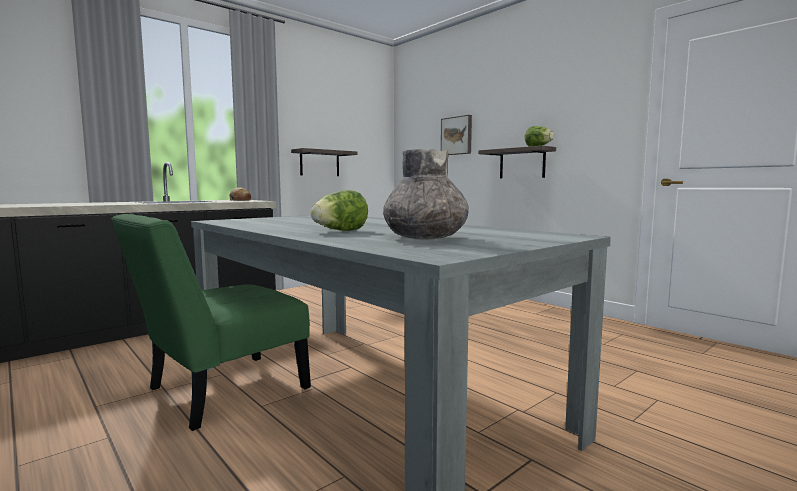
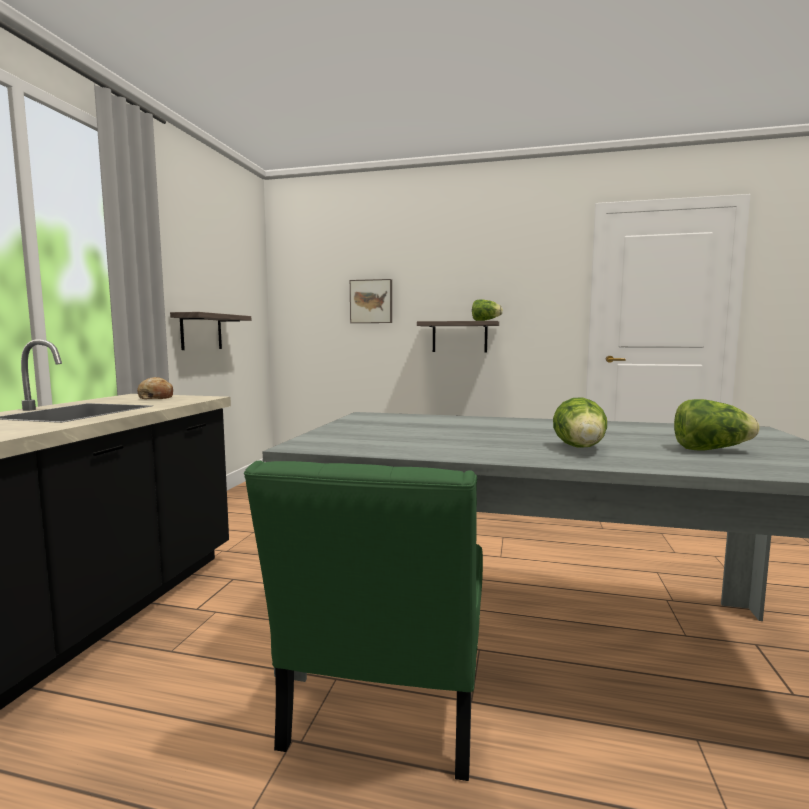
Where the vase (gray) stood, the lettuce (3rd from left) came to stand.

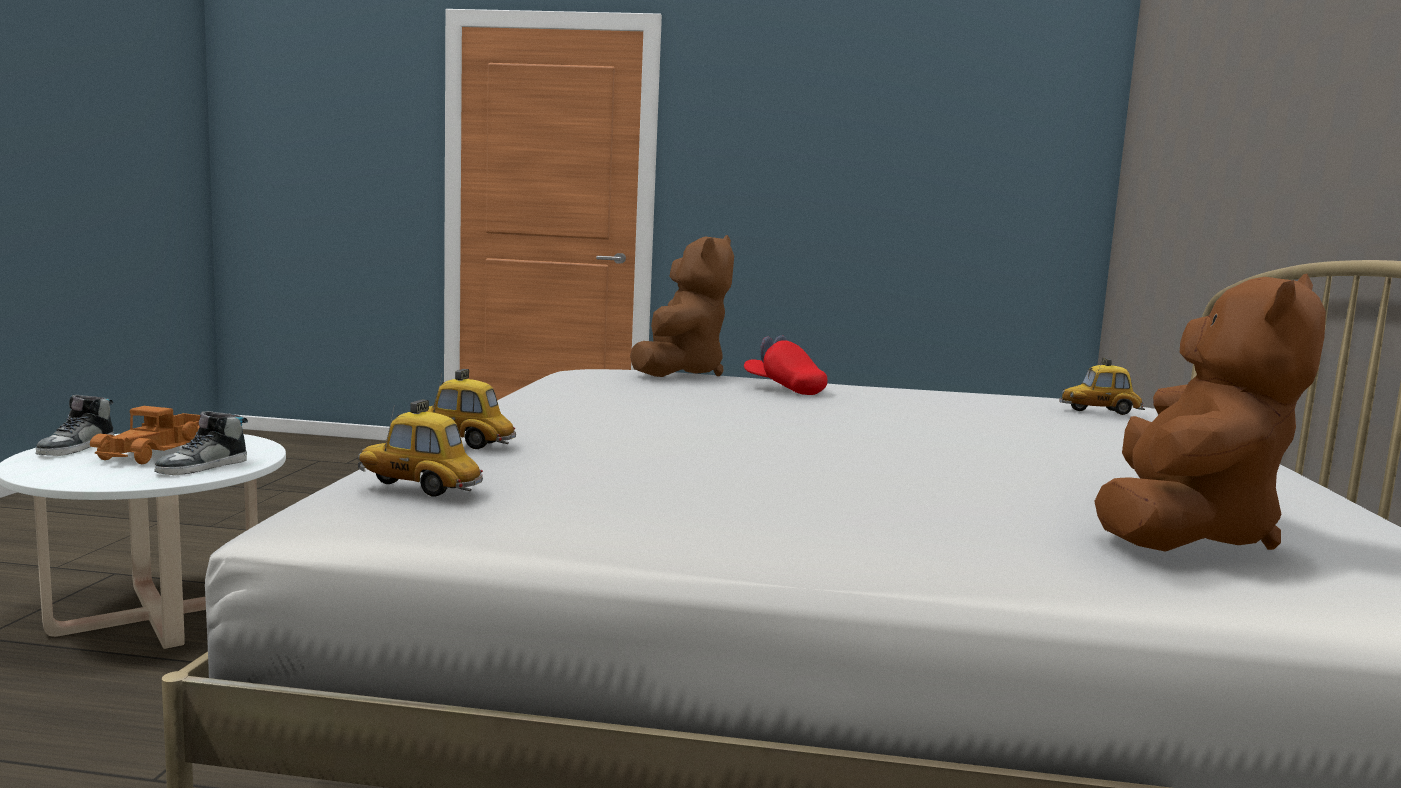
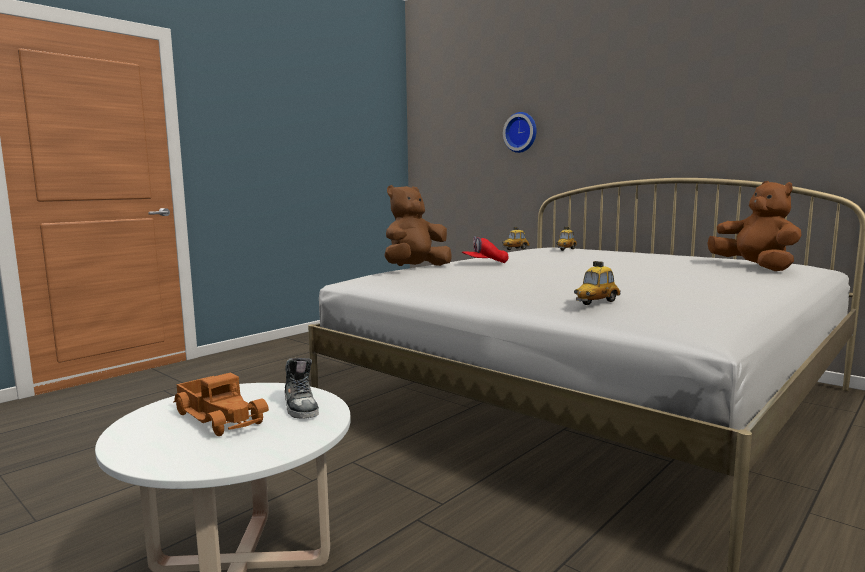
The second view lost the shoe (1st from left). The miniature car (1st from left) ended up elsewhere. The cuddly toy (brown) (1st from left) ended up facing another way, 90 degrees counterclockwise from before. The second view gained the hanging clock.

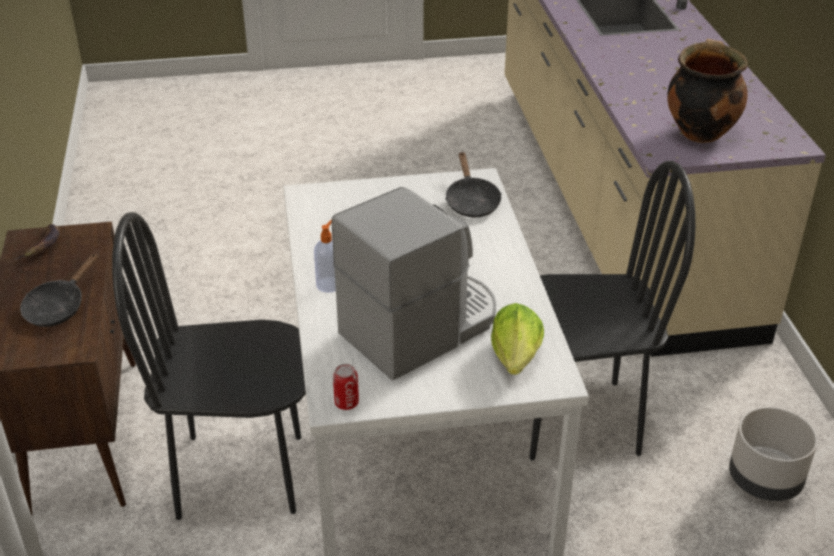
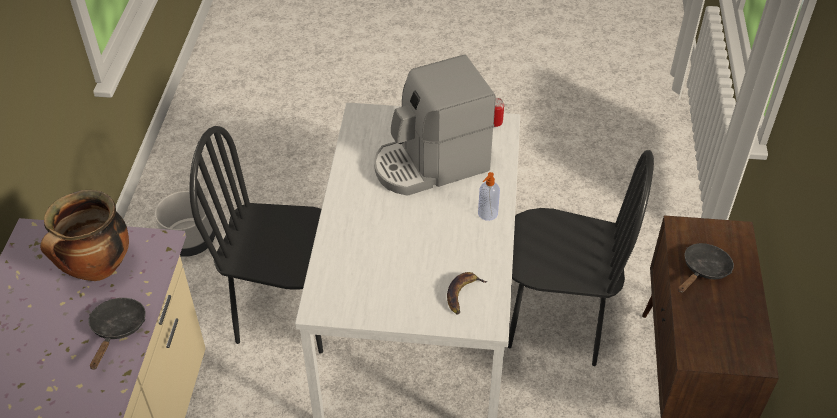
The whole banana ended up elsewhere. The frying pan (black-coloured) (2nd from left in the first image) ended up elsewhere. The second view lost the lettuce.

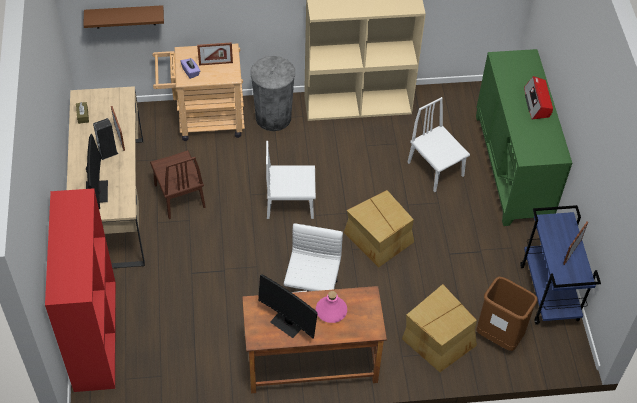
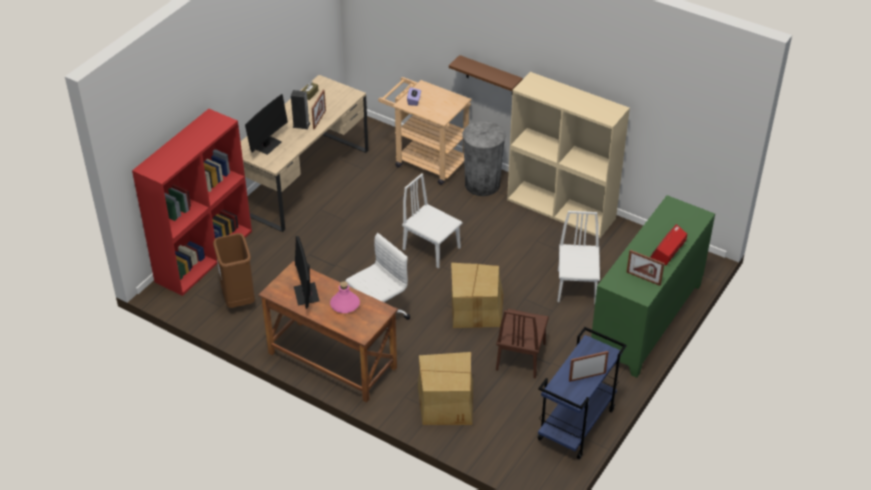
The bracket shelf (brown) ended up elsewhere. The upright chair (brown) ended up elsewhere. The photo frame (2nd from left in the first image) ended up elsewhere. The trash can (brown) ended up elsewhere.

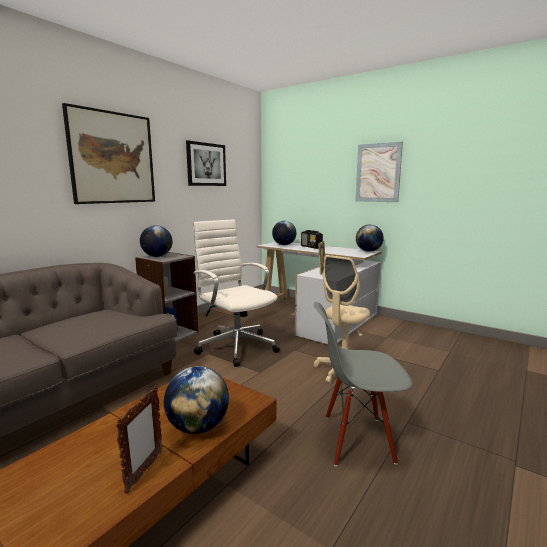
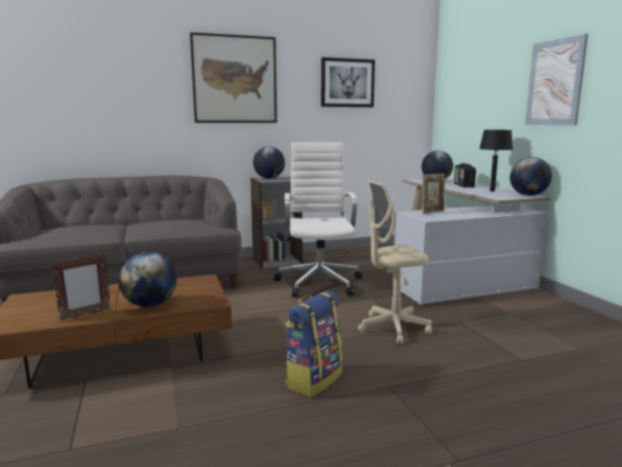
Where the upright chair (gray) stood, the backpack came to stand. The second view gained the lamp for a table (black-coloured).

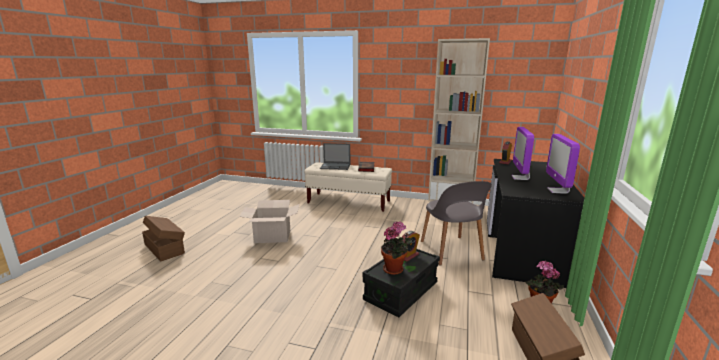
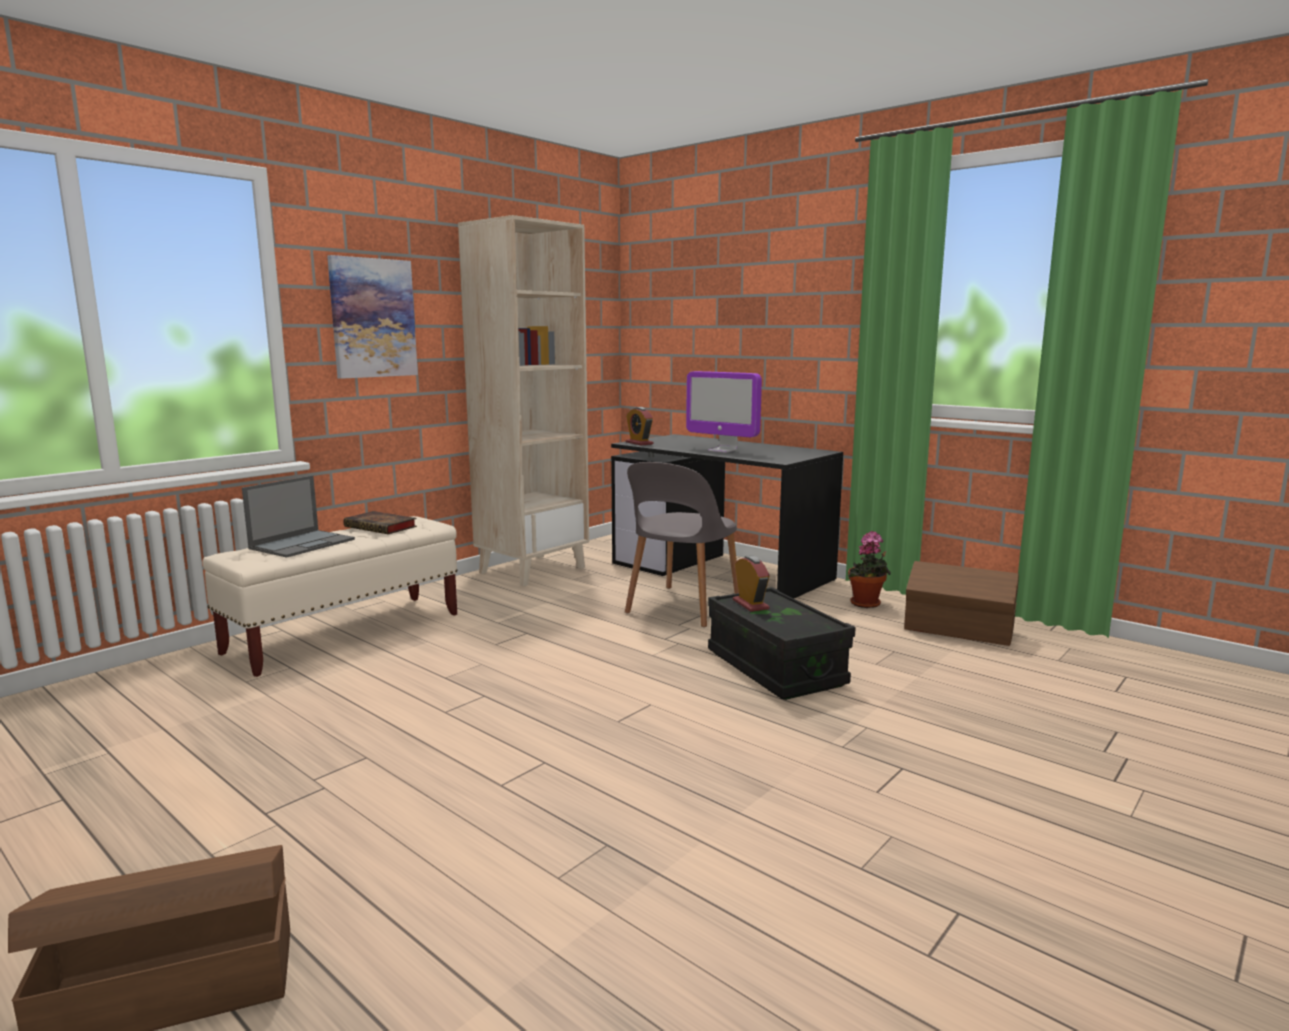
The second view lost the cardboard box. The second view lost the potted plant (1st from left). The upright chair (gray) ended up facing another way, 105 degrees clockwise from before. The second view lost the monitor (2nd from left). The second view gained the wall picture.

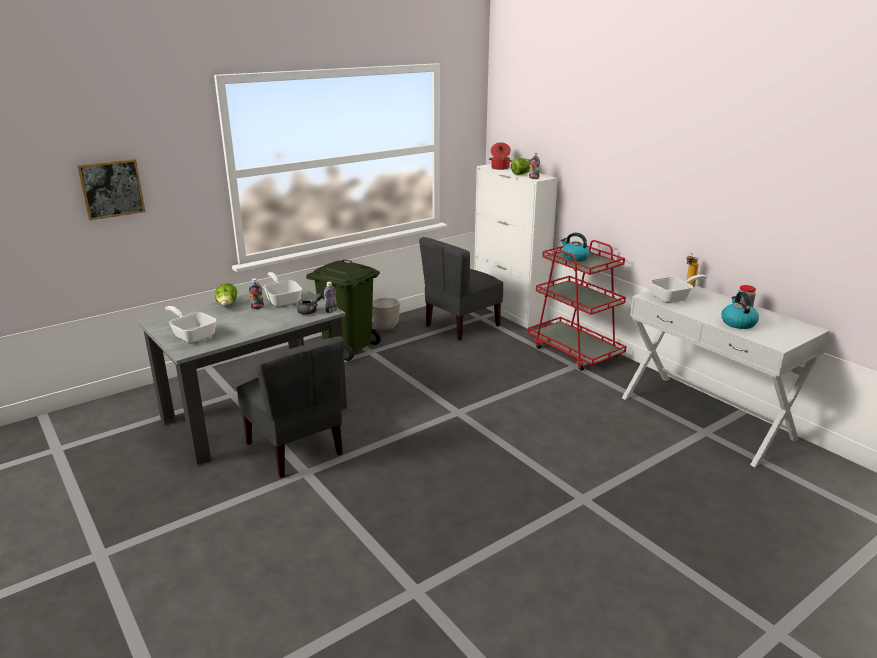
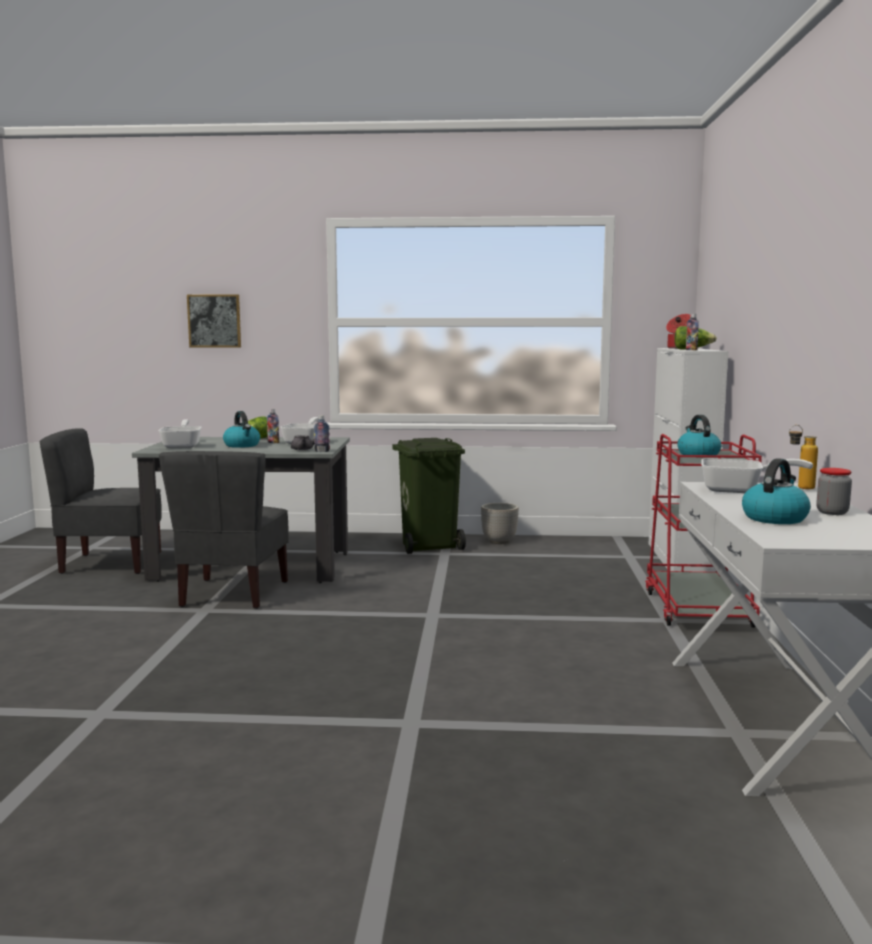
The upright chair (gray) (2nd from left in the first image) ended up elsewhere. The second view gained the tea kettle (1st from left).

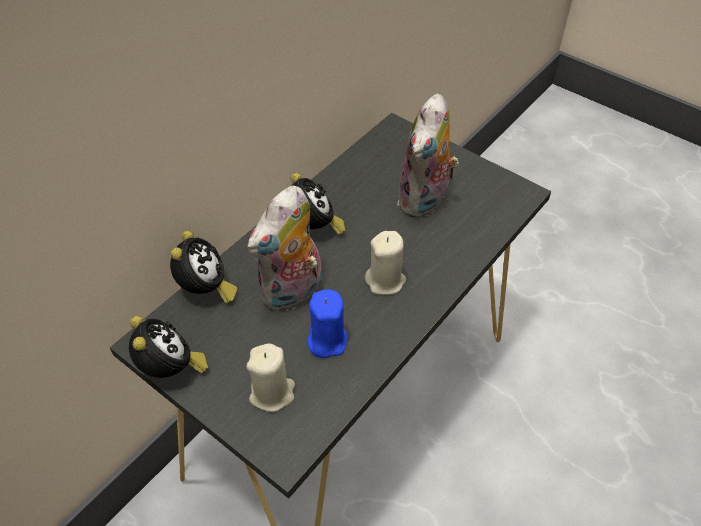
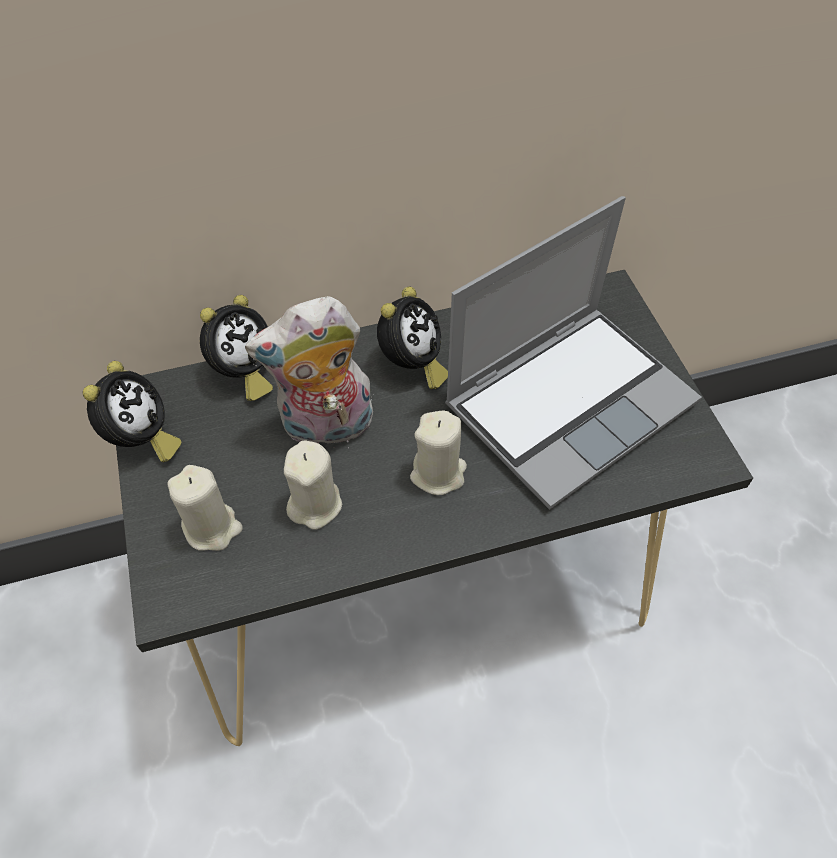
What was the wax candle (blue-coloured) turned into the wax candle (sand-coloured) (2nd from left). Where the cuddly toy (2nd from left) stood, the portable computer came to stand.

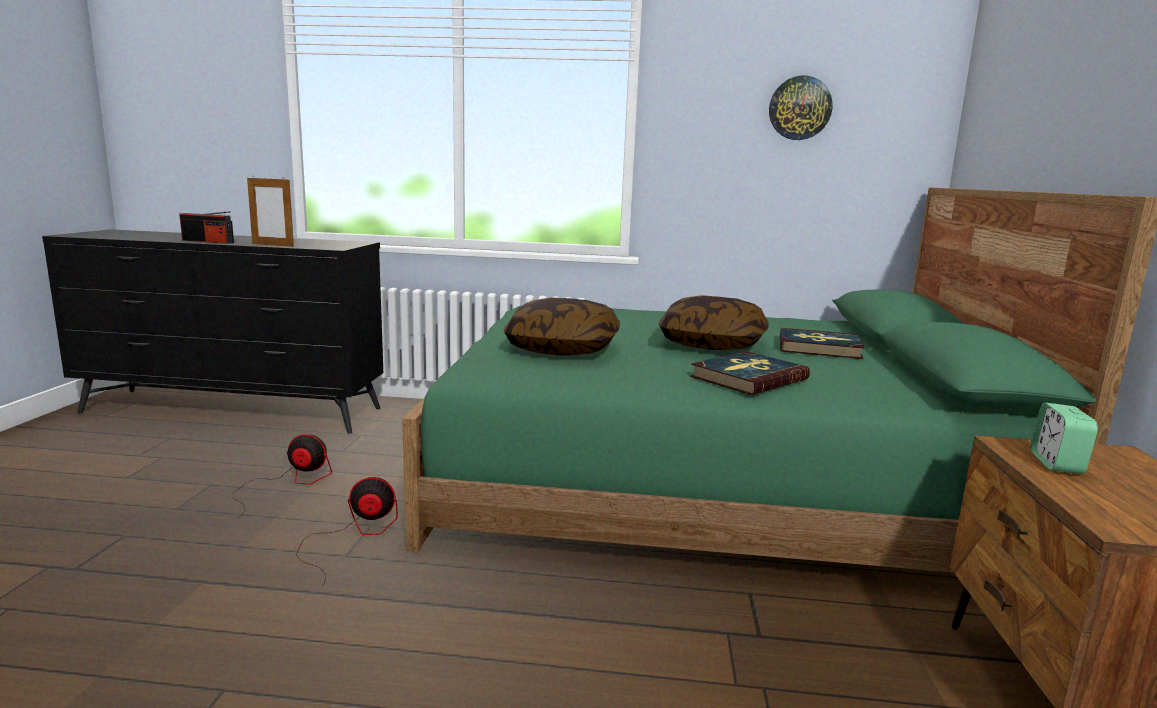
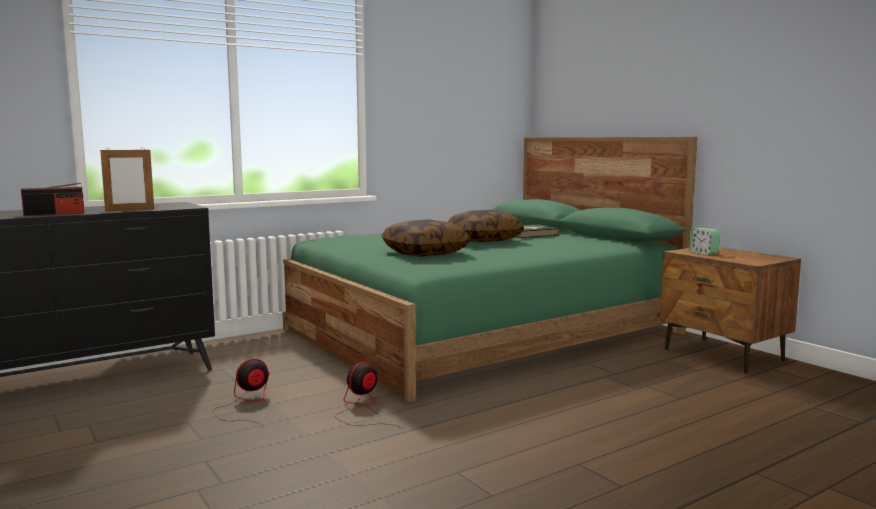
The second view lost the volume (1st from left). The second view lost the hanging clock.

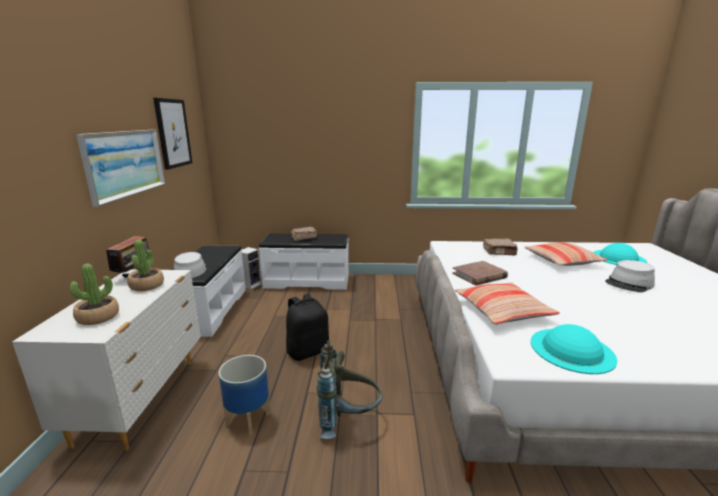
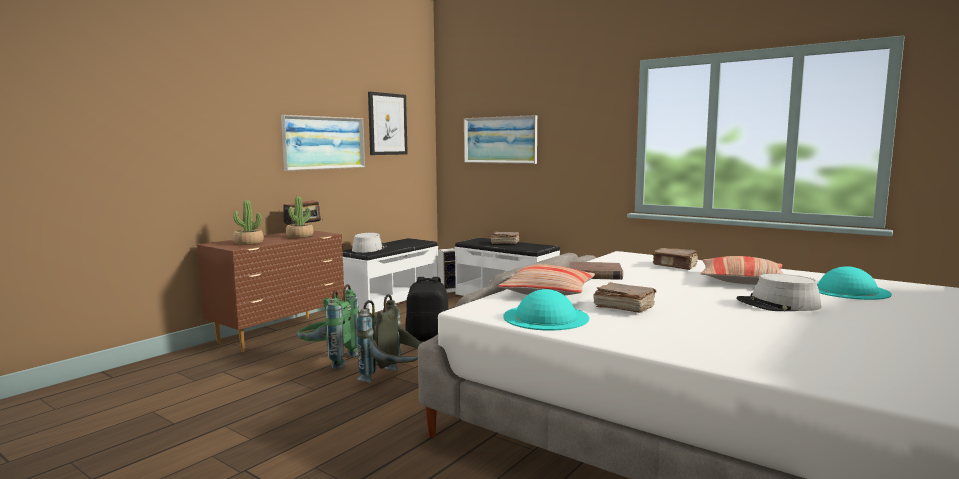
What was the dresser (white) turned into the dresser (brown). Where the plant pot stood, the backpack (greenish) came to stand. The second view gained the wall picture (3rd from left). The second view gained the volume (brown) (3rd from left).

